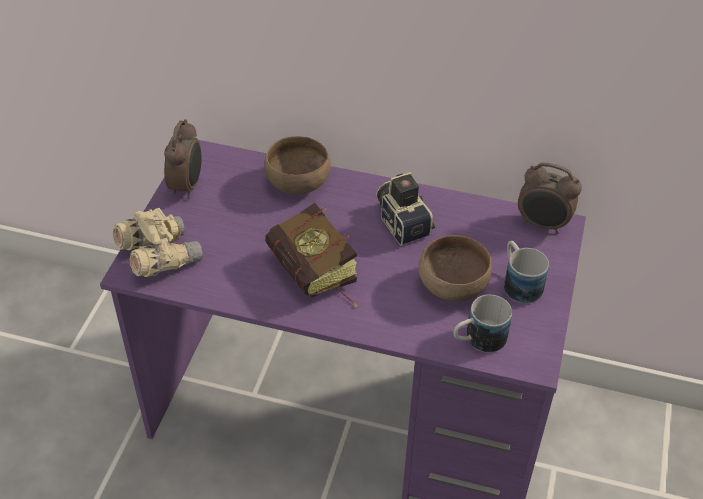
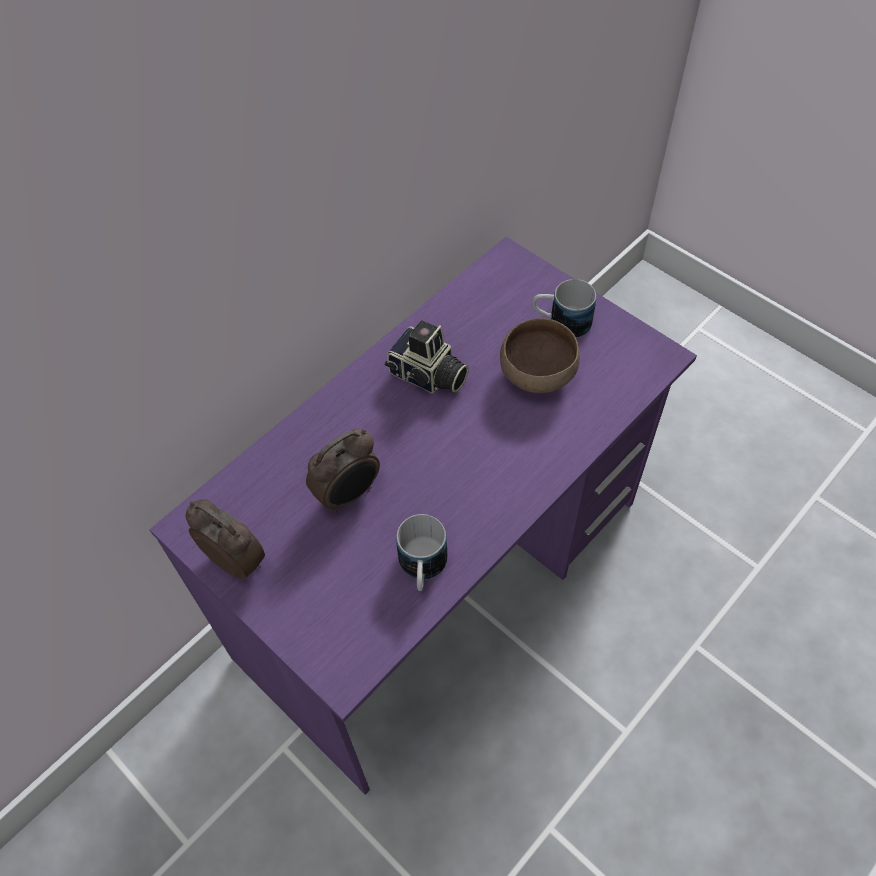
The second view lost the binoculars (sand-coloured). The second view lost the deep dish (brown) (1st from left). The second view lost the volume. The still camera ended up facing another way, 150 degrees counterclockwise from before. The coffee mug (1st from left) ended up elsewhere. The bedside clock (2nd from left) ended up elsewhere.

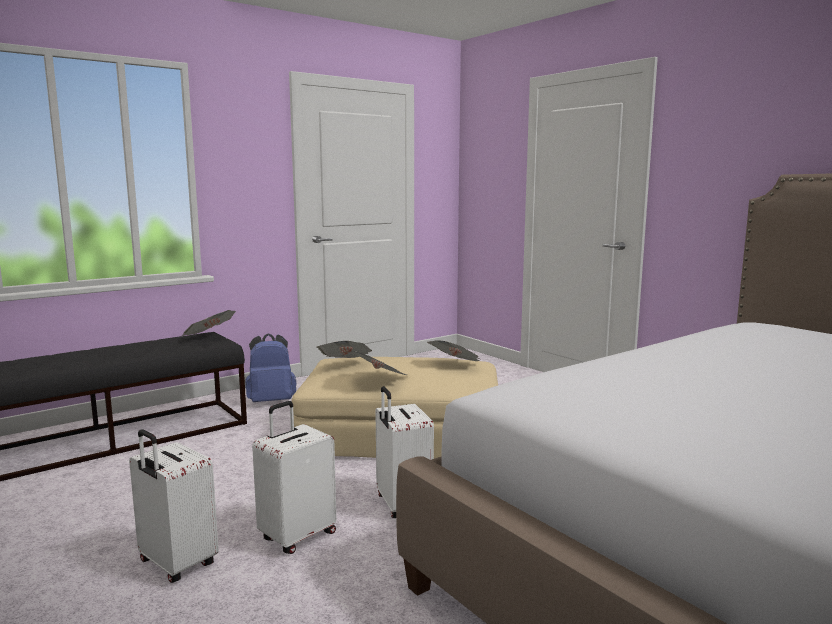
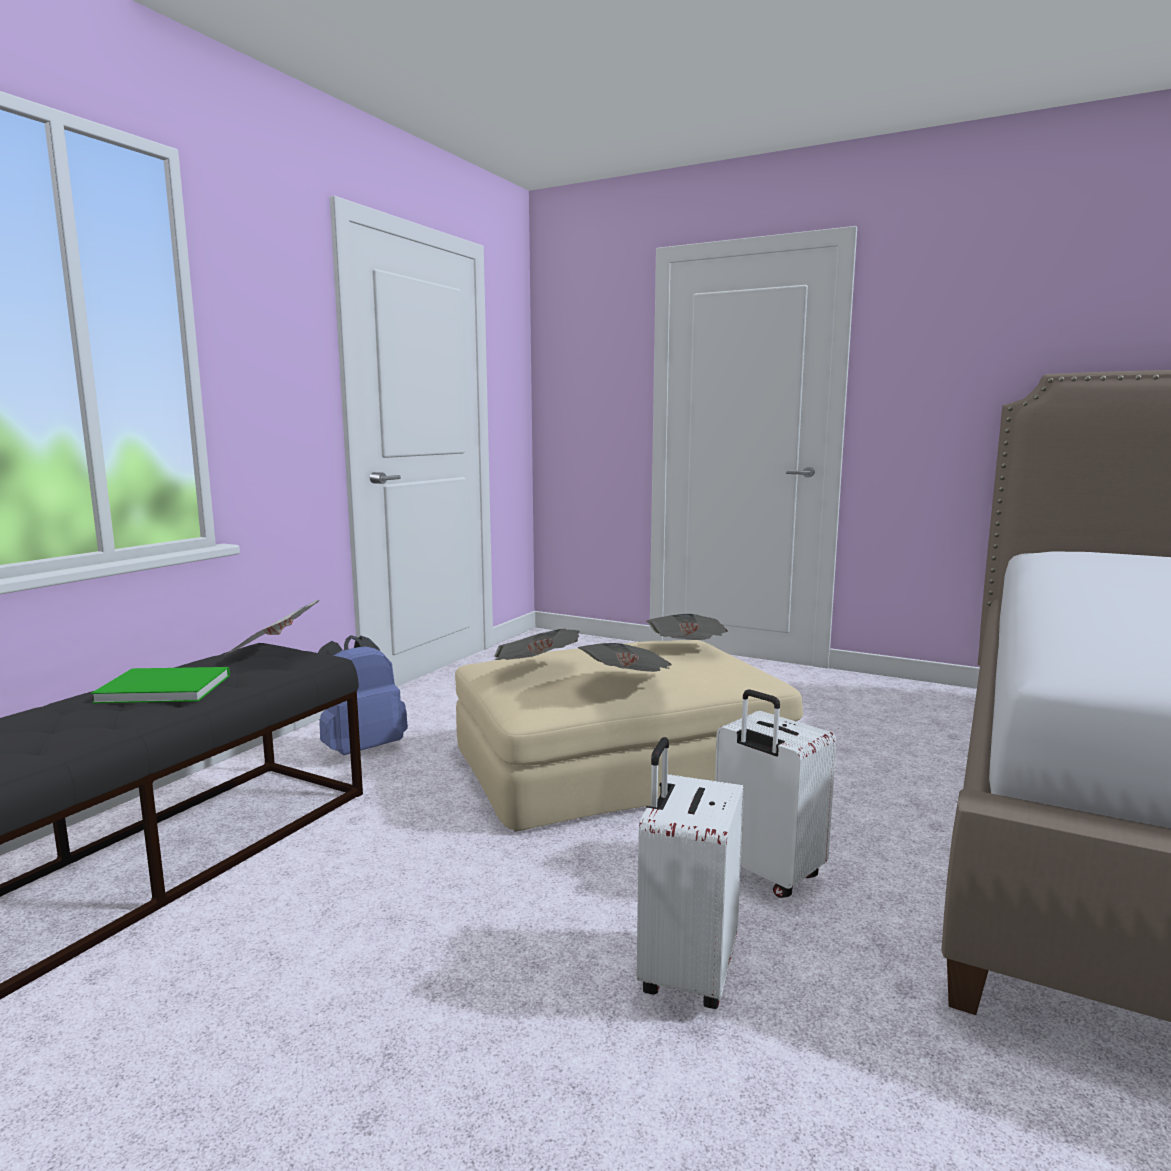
The second view lost the suitcase (white) (1st from left). The second view gained the volume (greenish).

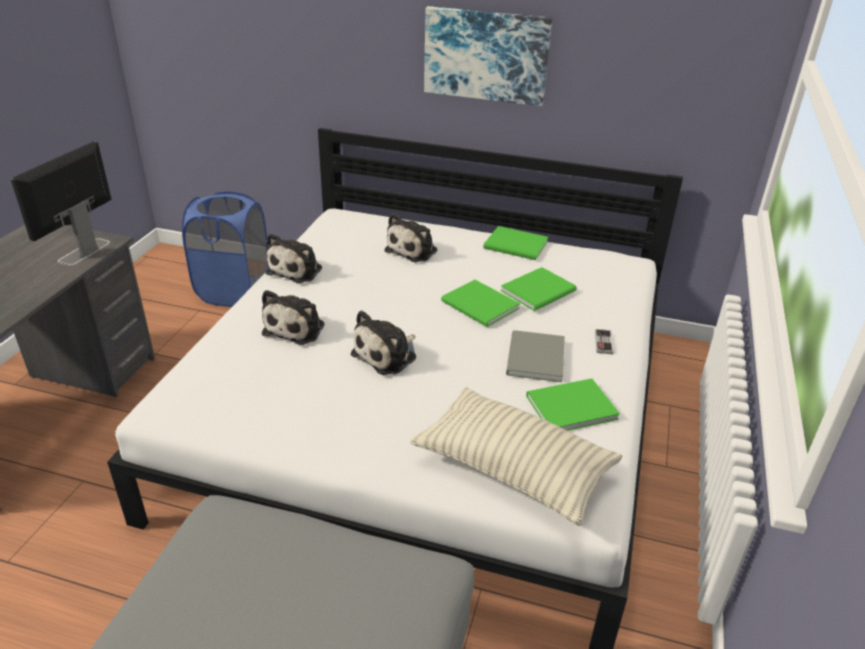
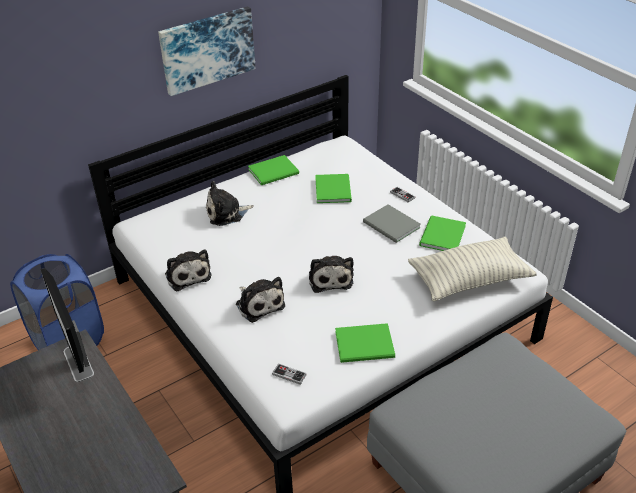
The cuddly toy (4th from left in the first image) ended up facing another way, 90 degrees clockwise from before. The volume (greenish) (1st from left in the first image) ended up elsewhere. The second view gained the gamepad (1st from left).

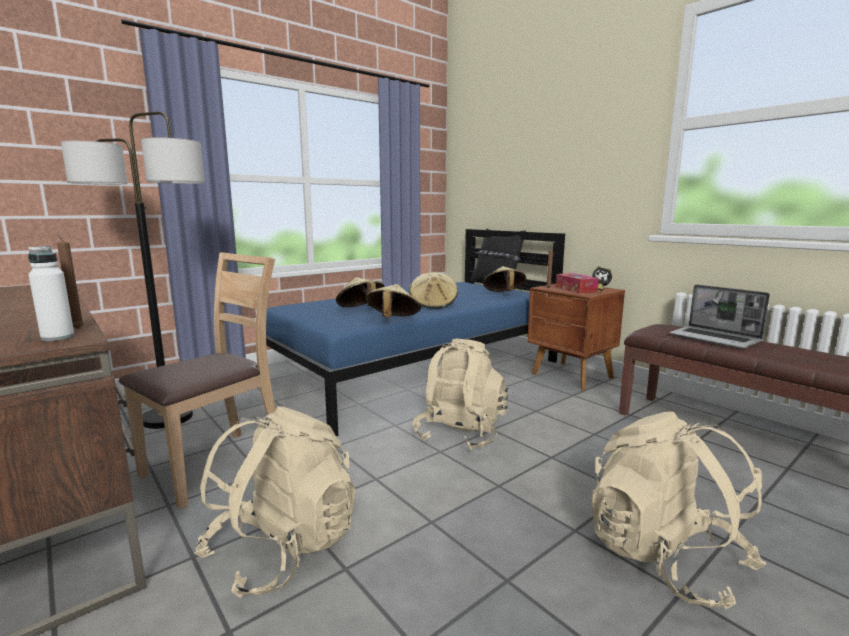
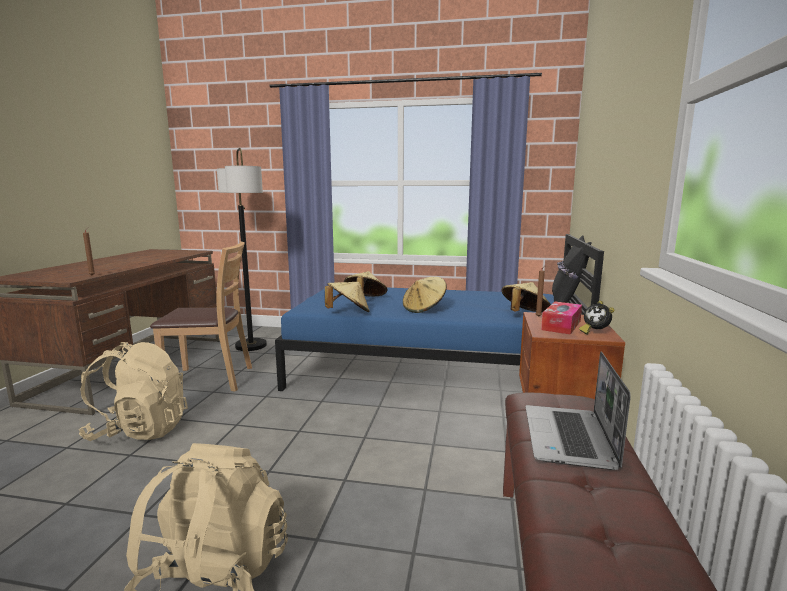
The second view lost the beverage bottle (white). The second view lost the backpack (sand-coloured) (2nd from left).

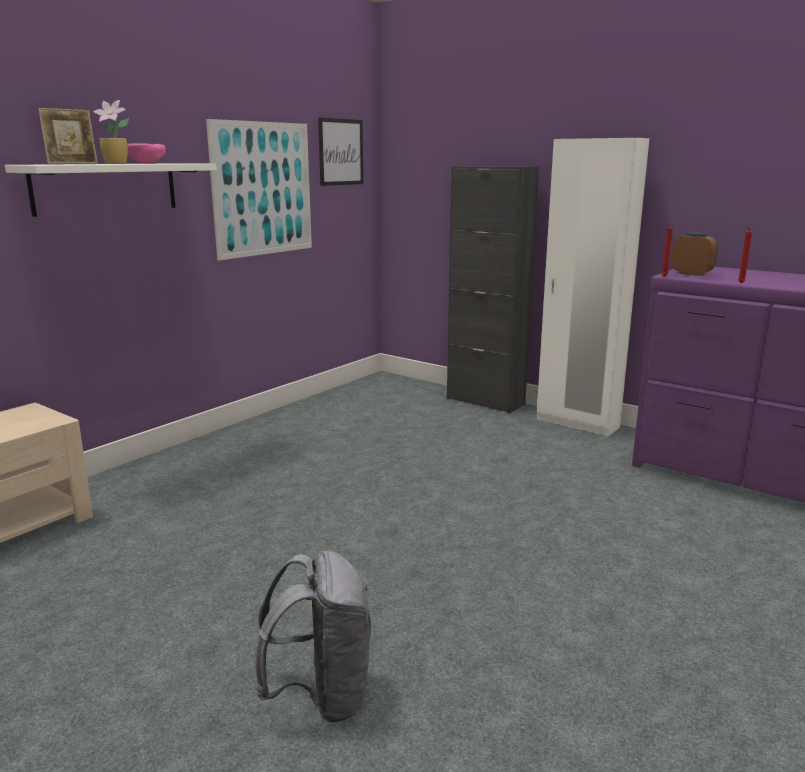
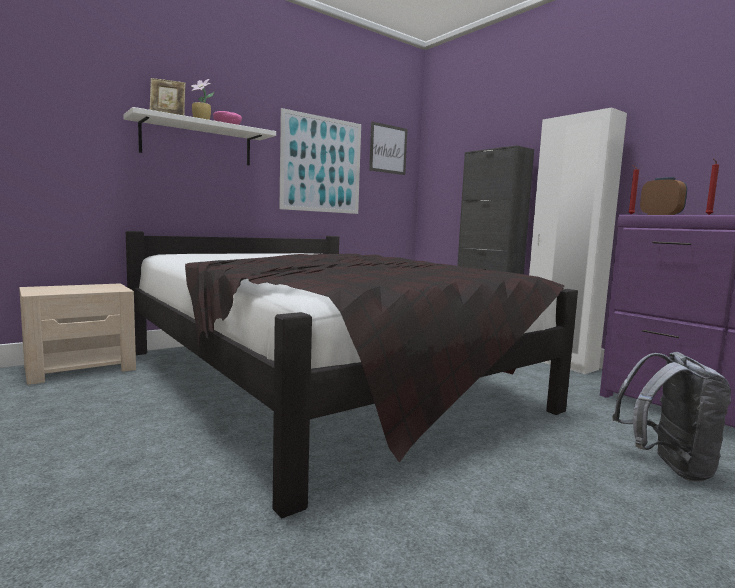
The backpack (gray) ended up elsewhere. The second view gained the sleeping bed (black-coloured).

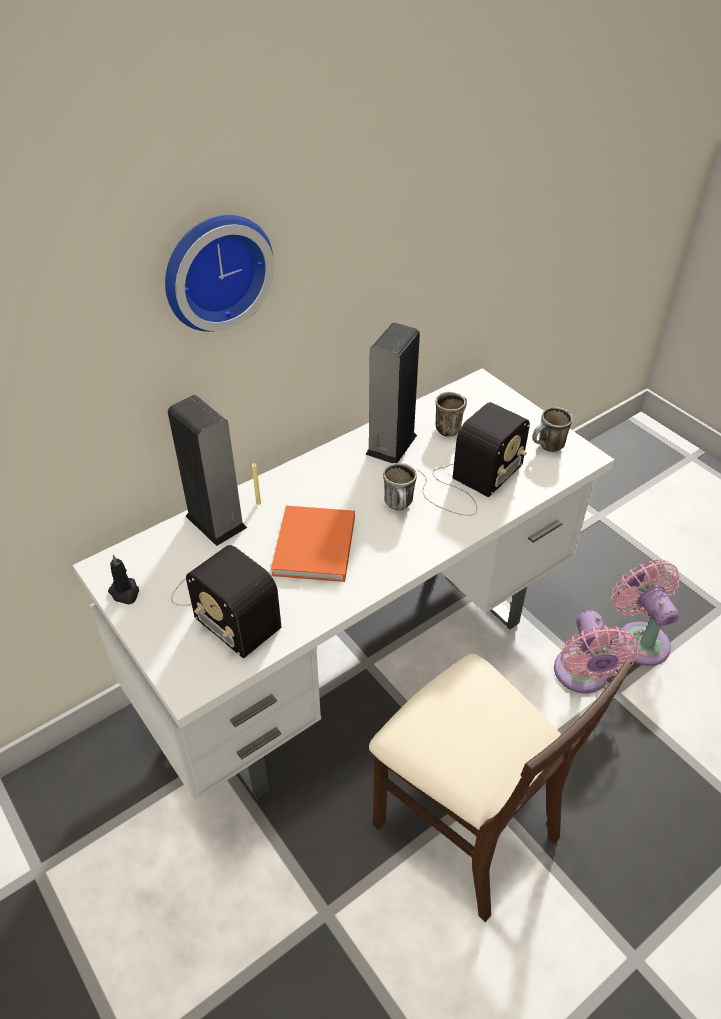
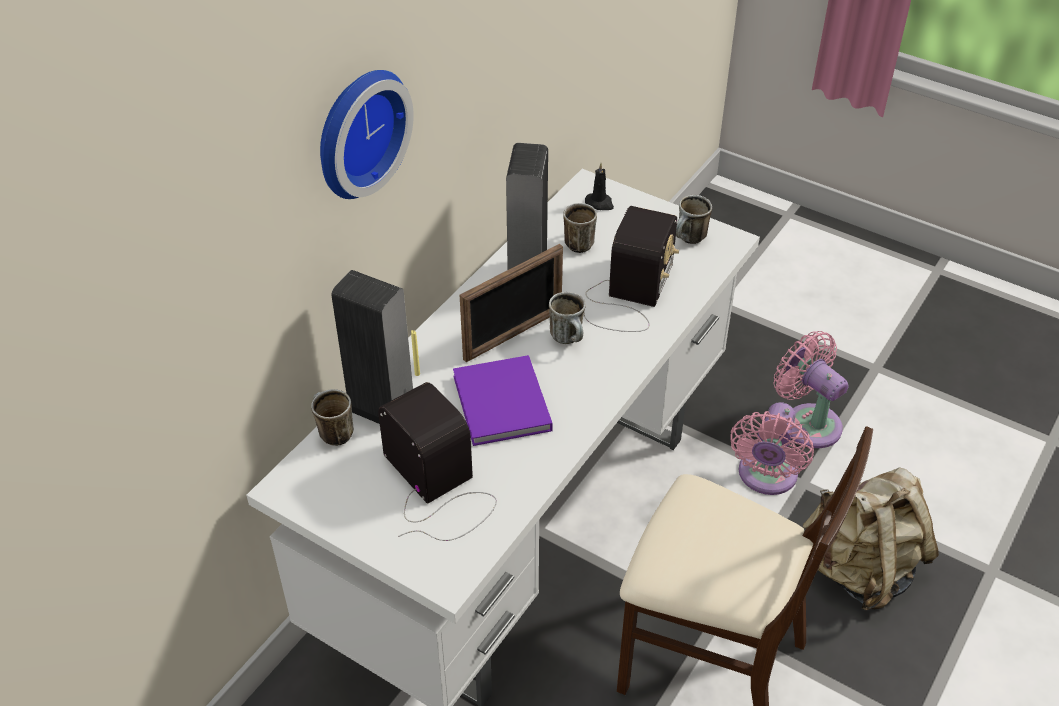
The wax candle (black-coloured) ended up elsewhere. The radio receiver (1st from left) ended up facing another way, 150 degrees counterclockwise from before. What was the volume (orange) turned into the volume (purple-coloured). The electric fan (pinkish) (1st from left) ended up facing another way, 45 degrees clockwise from before. The second view gained the coffee mug (1st from left). The second view gained the photo frame. The second view gained the backpack (sand-coloured).

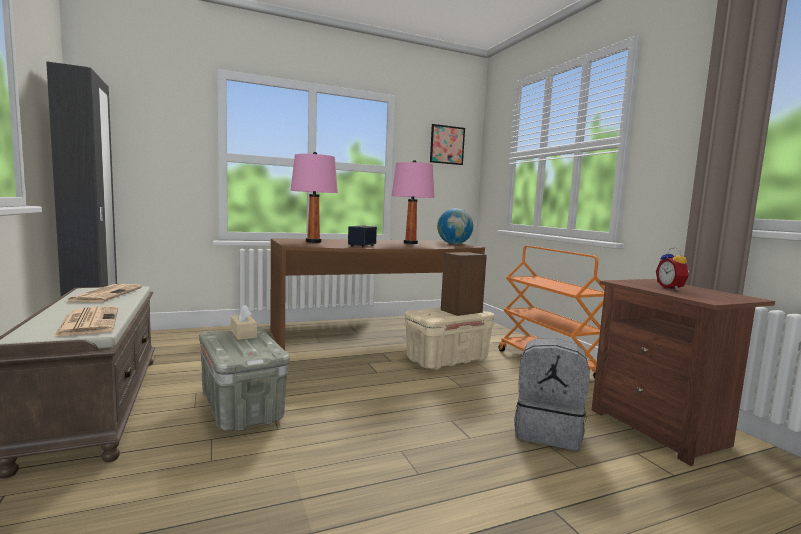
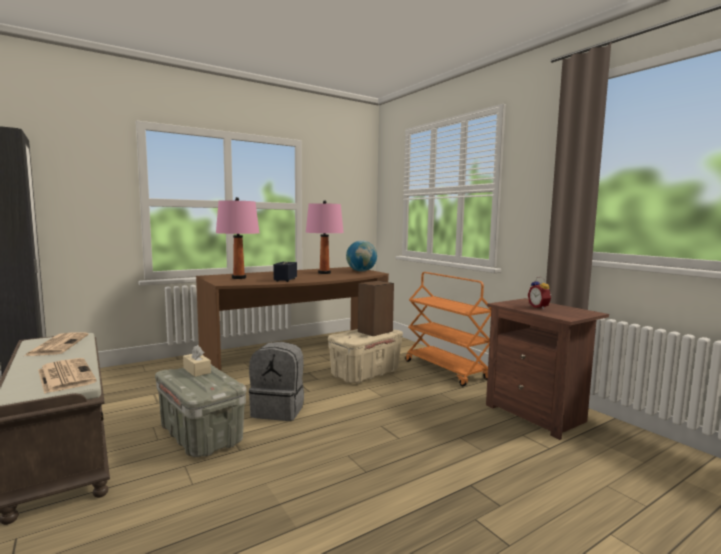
The second view lost the wall picture. The backpack (gray) ended up elsewhere.

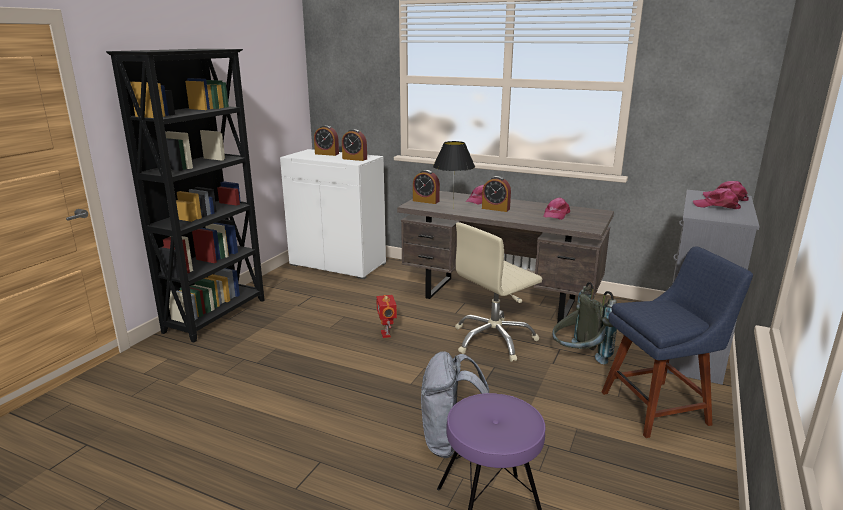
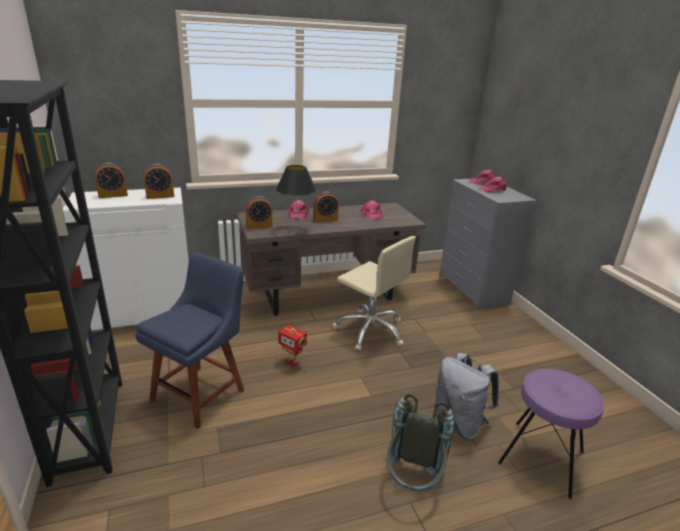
The desk chair (sand-coloured) ended up facing another way, 60 degrees counterclockwise from before. The backpack (gray) (2nd from left in the first image) ended up elsewhere. The upright chair (blue-coloured) ended up elsewhere.

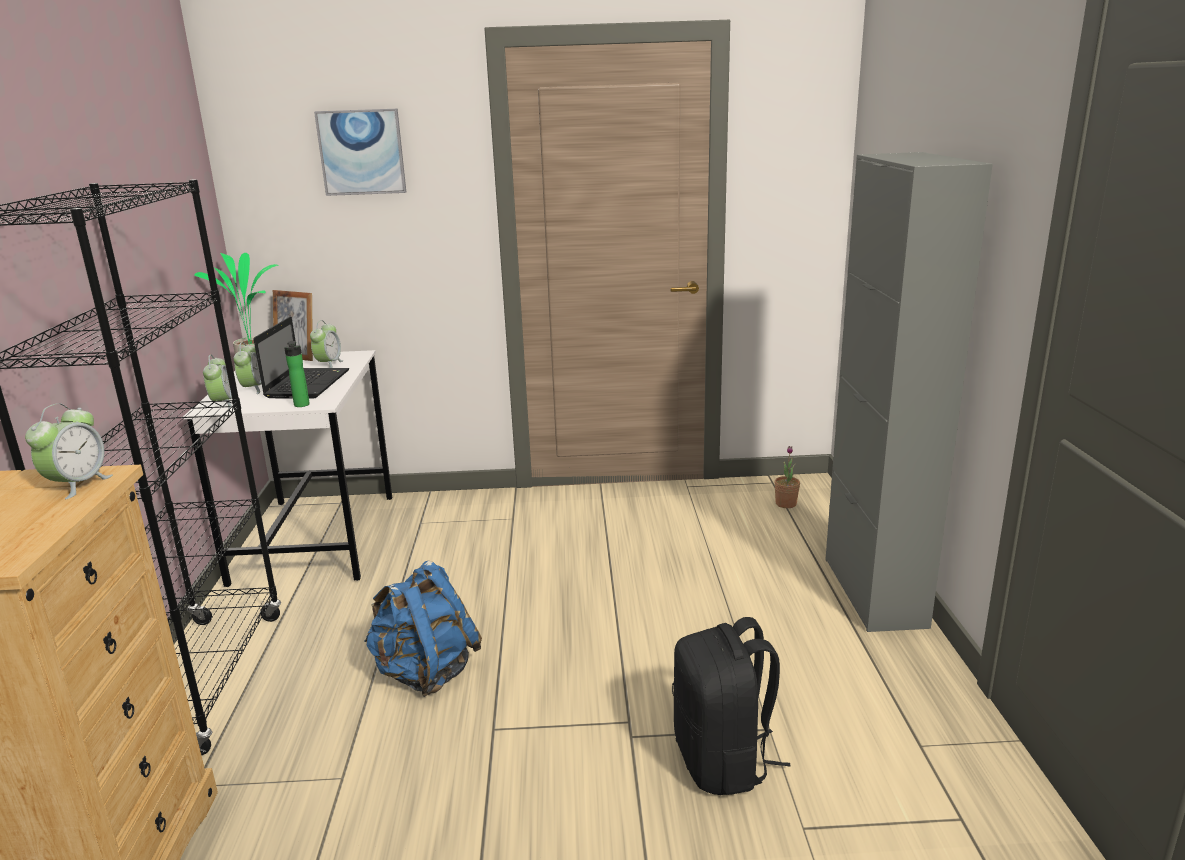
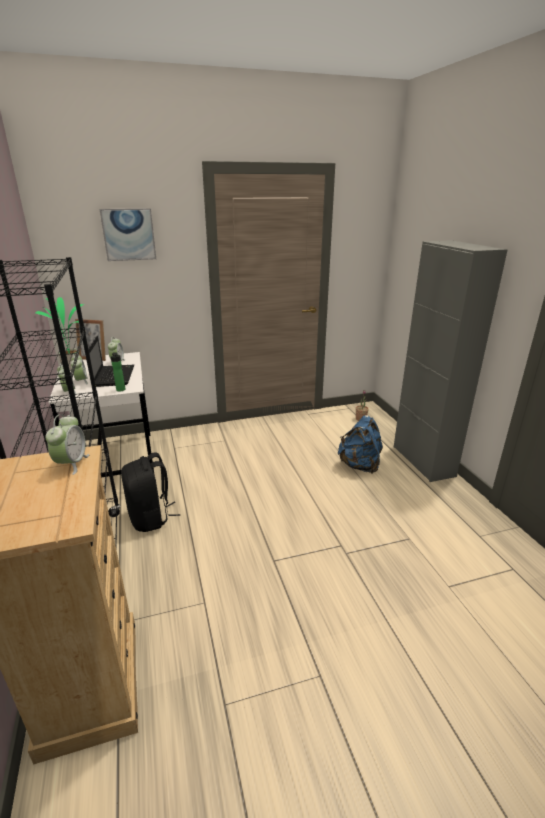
The backpack (blue-coloured) ended up elsewhere. The backpack (black-coloured) ended up elsewhere.

